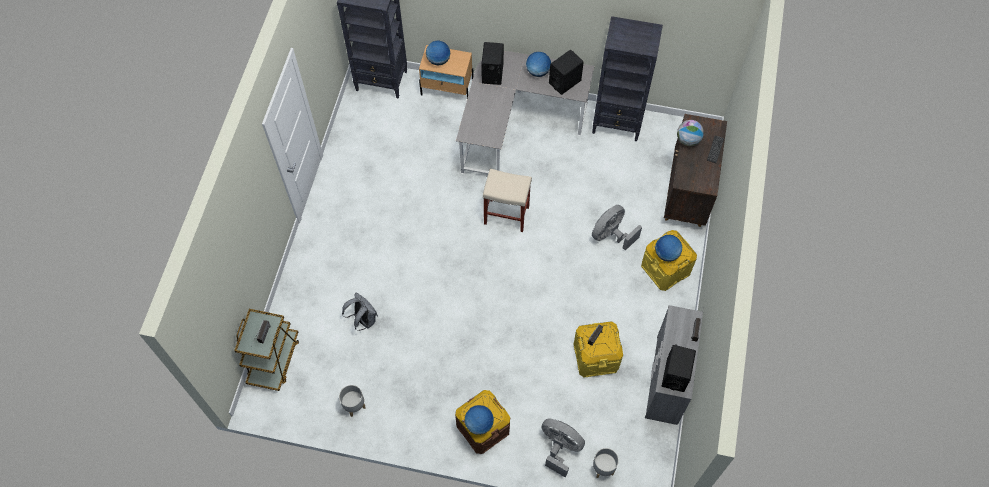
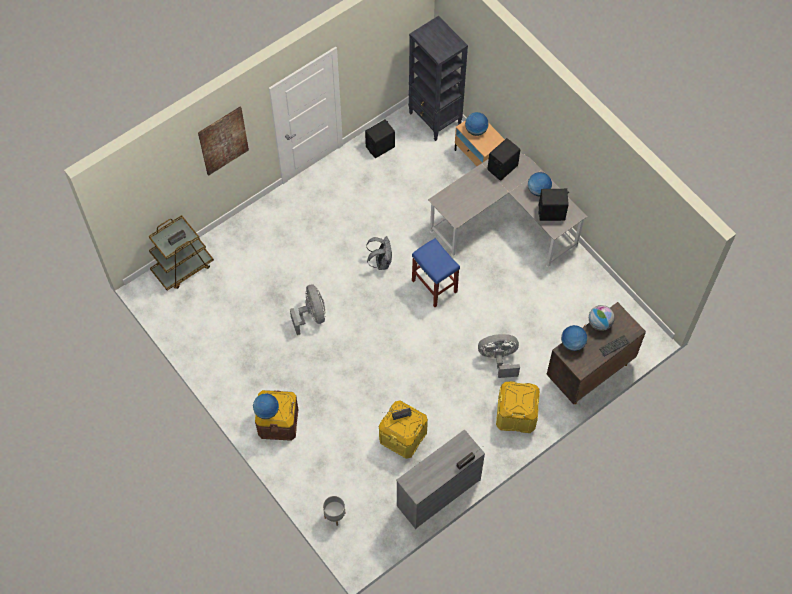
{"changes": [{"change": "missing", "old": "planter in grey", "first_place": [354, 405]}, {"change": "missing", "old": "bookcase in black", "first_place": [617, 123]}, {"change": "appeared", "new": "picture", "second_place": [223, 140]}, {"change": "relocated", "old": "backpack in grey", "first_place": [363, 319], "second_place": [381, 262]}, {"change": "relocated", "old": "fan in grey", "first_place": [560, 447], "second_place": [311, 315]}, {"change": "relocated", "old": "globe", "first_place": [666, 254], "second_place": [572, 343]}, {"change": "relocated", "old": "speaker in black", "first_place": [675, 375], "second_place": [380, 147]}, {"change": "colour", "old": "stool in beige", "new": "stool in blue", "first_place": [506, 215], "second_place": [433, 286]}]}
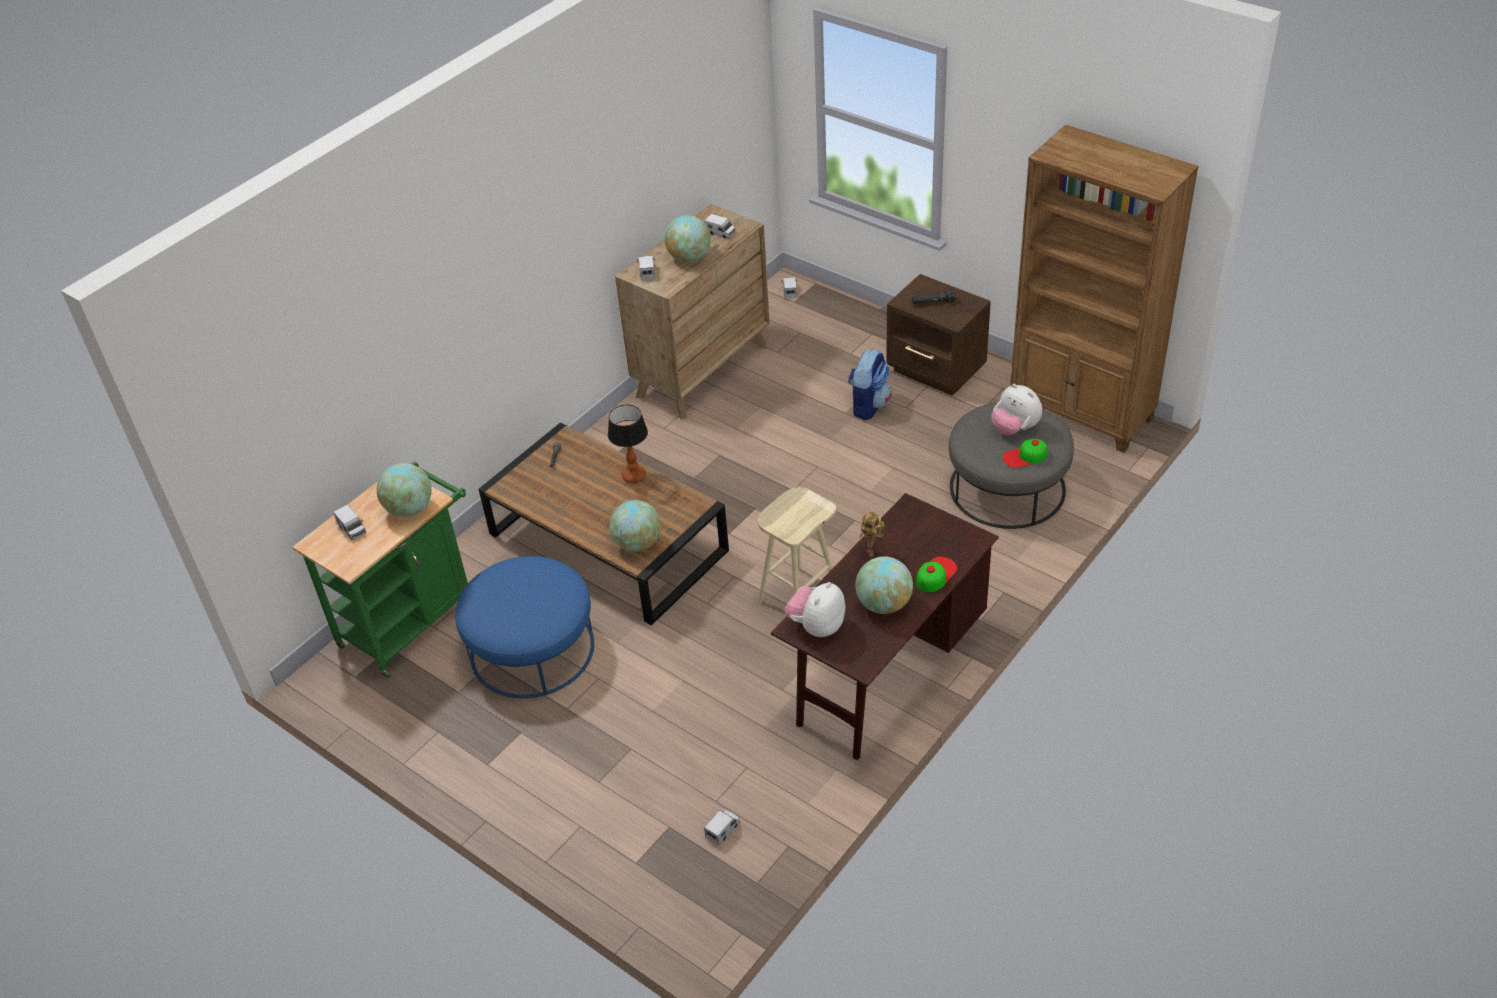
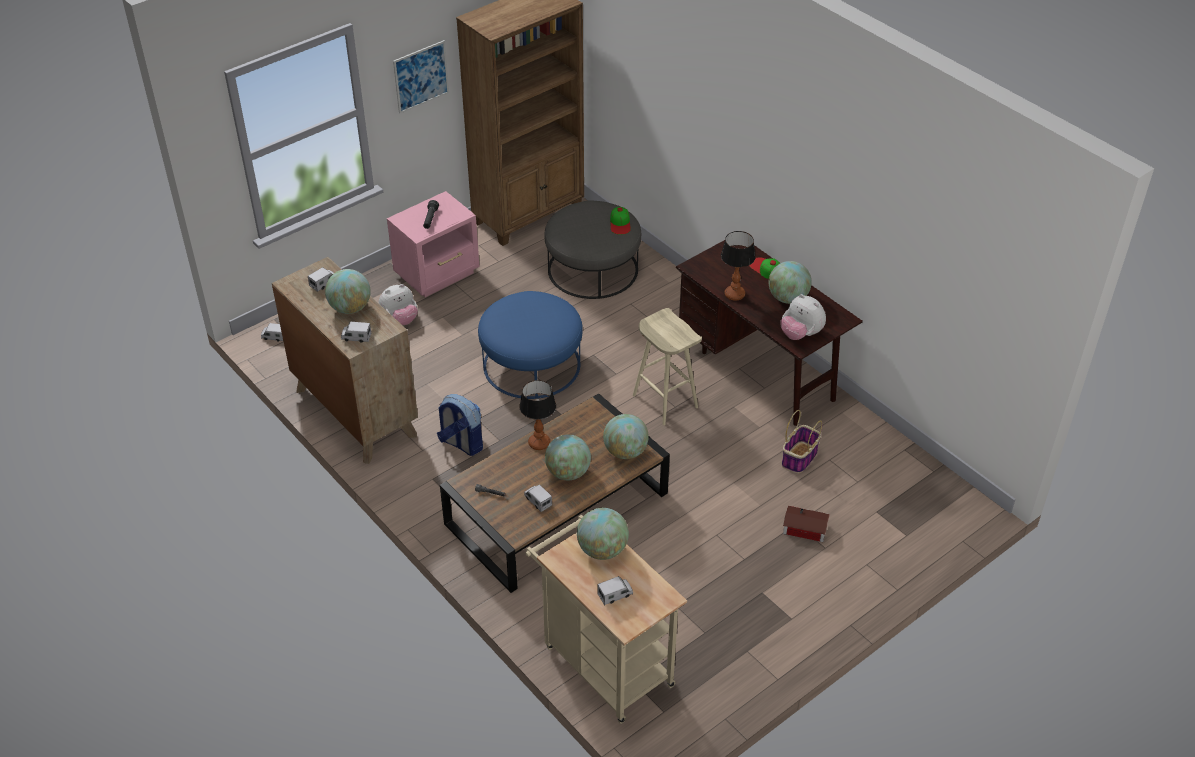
{"changes": [{"change": "appeared", "new": "picture", "second_place": [421, 76]}, {"change": "appeared", "new": "globe", "second_place": [568, 472]}, {"change": "appeared", "new": "basket", "second_place": [799, 458]}, {"change": "appeared", "new": "toy house", "second_place": [806, 530]}, {"change": "relocated", "old": "ottoman in blue", "first_place": [532, 649], "second_place": [532, 364]}, {"change": "relocated", "old": "toy truck", "first_place": [723, 830], "second_place": [538, 501]}, {"change": "relocated", "old": "backpack", "first_place": [868, 405], "second_place": [461, 444]}, {"change": "relocated", "old": "plush toy", "first_place": [1015, 428], "second_place": [400, 319]}, {"change": "exchanged", "old": "toy robot", "new": "table lamp", "first_place": [871, 553], "second_place": [734, 294]}, {"change": "colour", "old": "cart in green", "new": "cart in beige", "first_place": [412, 619], "second_place": [603, 661]}, {"change": "colour", "old": "nightstand in brown", "new": "nightstand in pink", "first_place": [936, 371], "second_place": [438, 274]}]}
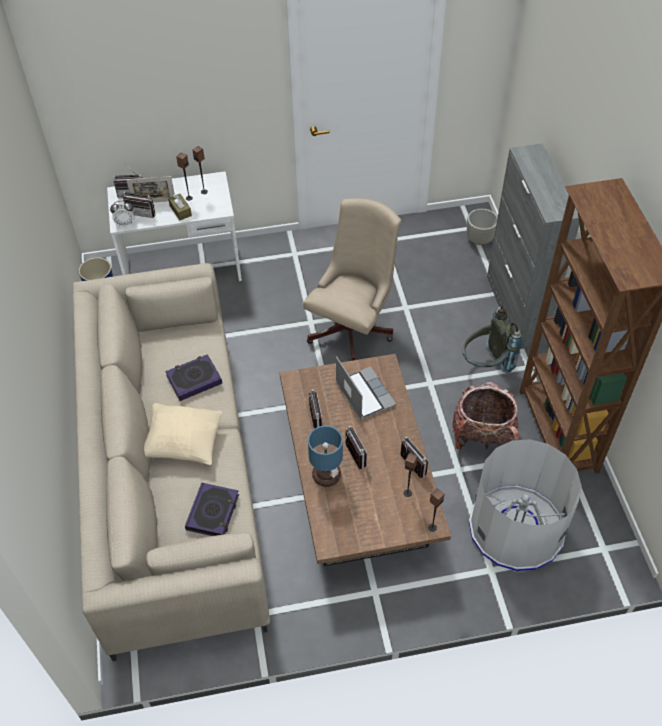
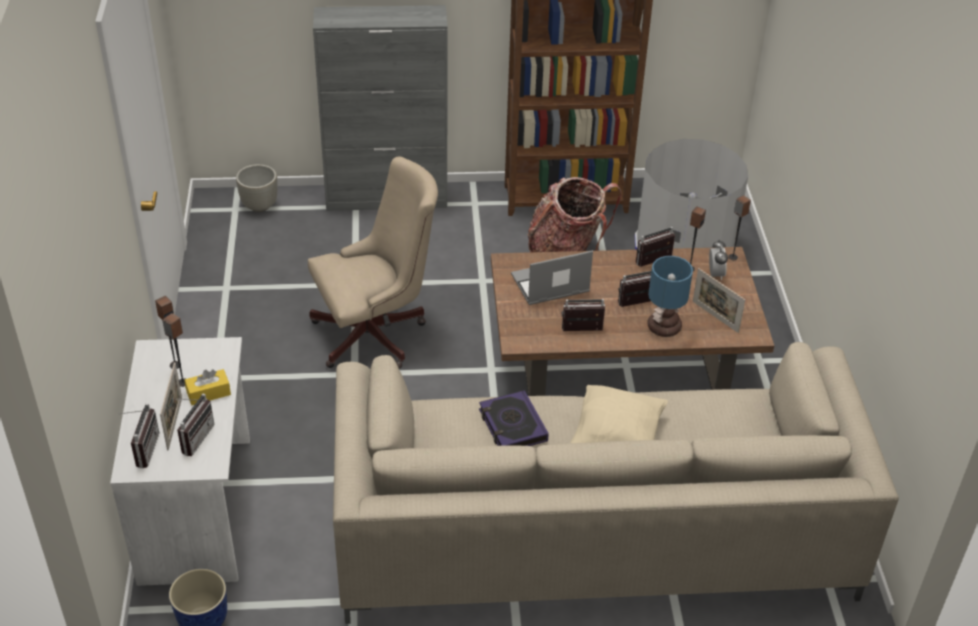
{"changes": [{"change": "missing", "old": "book", "first_place": [213, 512]}, {"change": "missing", "old": "backpack in grey", "first_place": [486, 365]}, {"change": "appeared", "new": "picture frame", "second_place": [715, 317]}, {"change": "relocated", "old": "alarm clock", "first_place": [125, 223], "second_place": [715, 274]}, {"change": "colour", "old": "tissue box in brown", "new": "tissue box in yellow", "first_place": [180, 211], "second_place": [208, 393]}, {"change": "spun", "old": "office chair in beige", "first_place": [353, 327], "second_place": [376, 334], "degrees": 120}]}
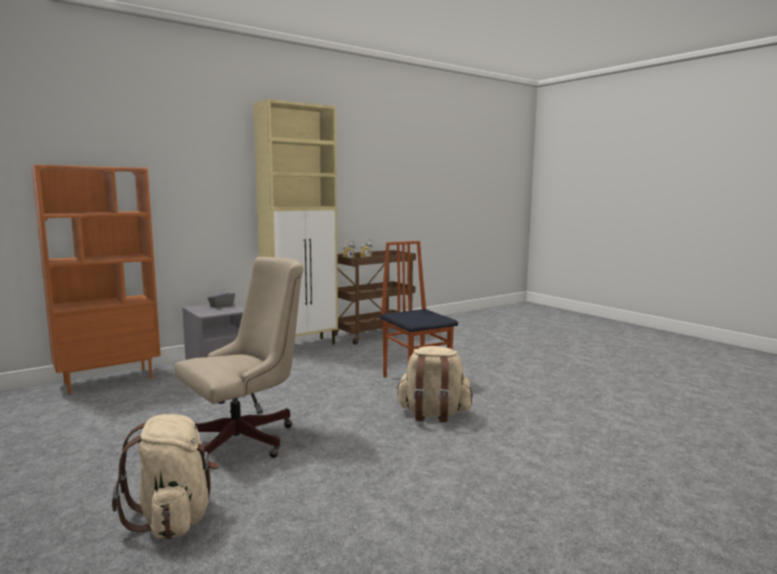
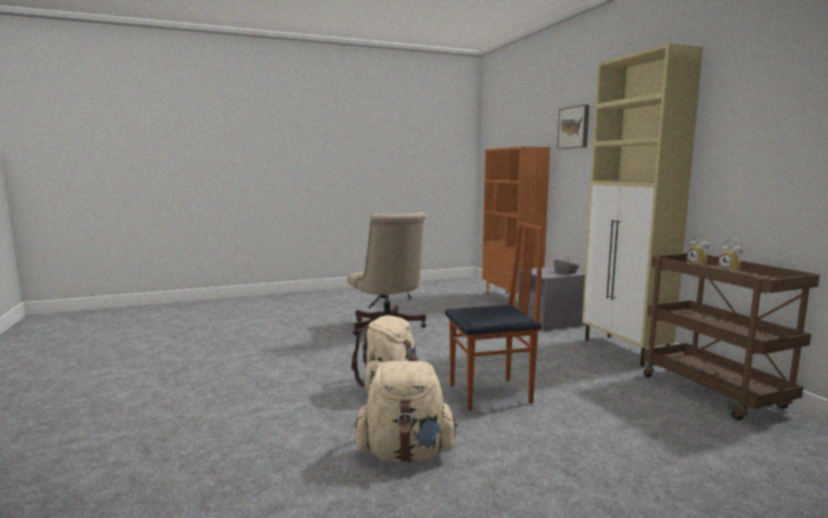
{"changes": [{"change": "appeared", "new": "picture", "second_place": [574, 127]}, {"change": "relocated", "old": "backpack in beige", "first_place": [174, 518], "second_place": [406, 453]}]}
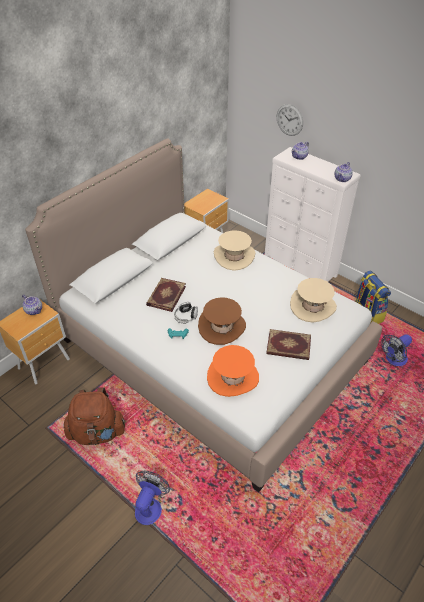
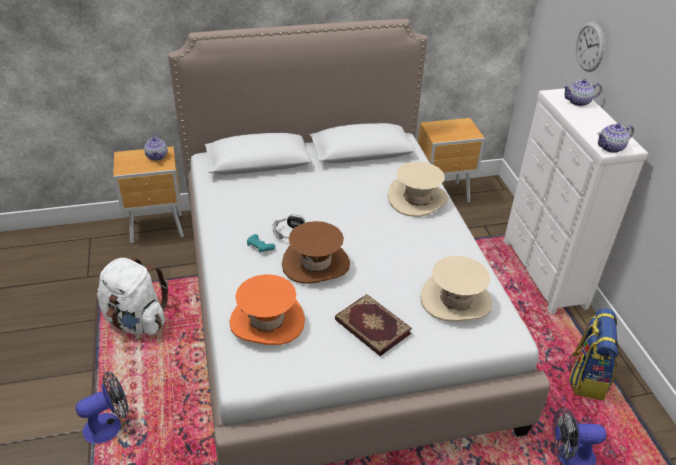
{"changes": [{"change": "missing", "old": "book", "first_place": [165, 295]}, {"change": "colour", "old": "backpack in brown", "new": "backpack in white", "first_place": [97, 433], "second_place": [136, 321]}]}
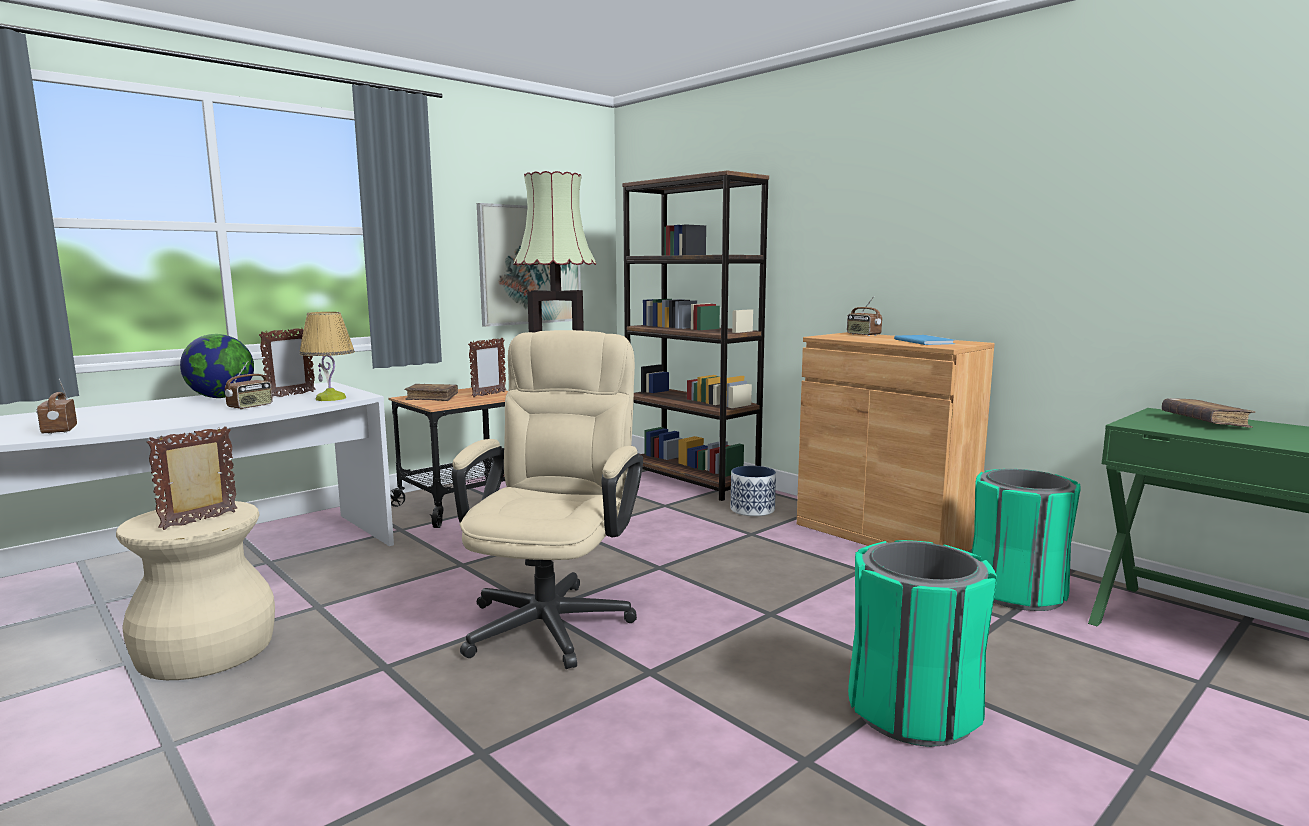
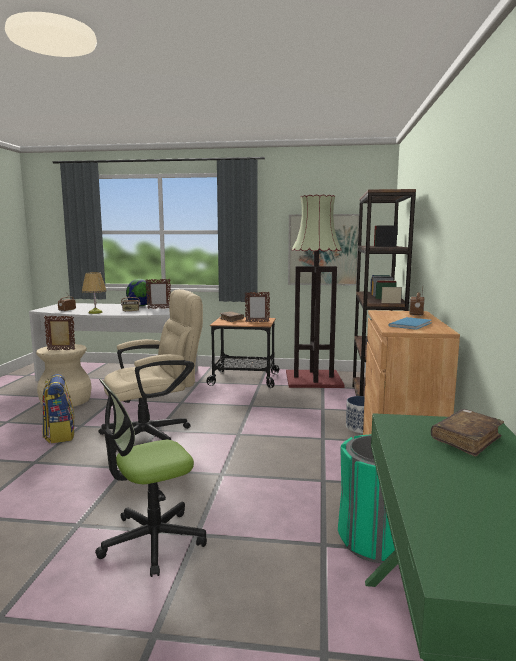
{"changes": [{"change": "appeared", "new": "backpack", "second_place": [59, 435]}, {"change": "relocated", "old": "table lamp", "first_place": [331, 398], "second_place": [95, 312]}, {"change": "exchanged", "old": "trash can in green", "new": "office chair", "first_place": [913, 711], "second_place": [152, 540]}]}
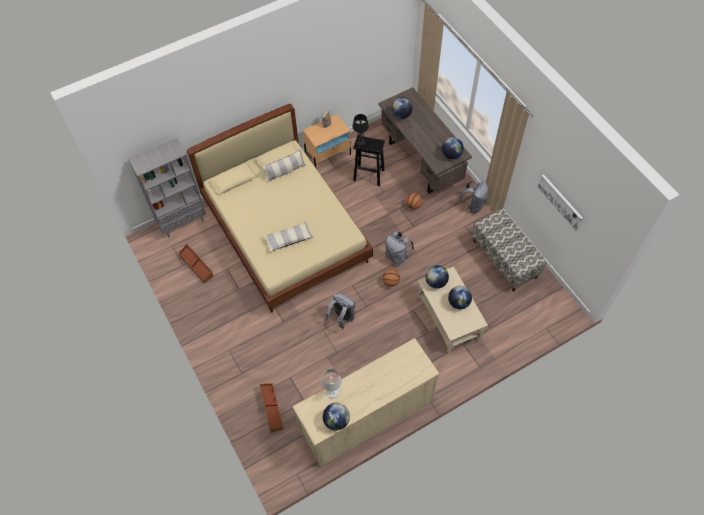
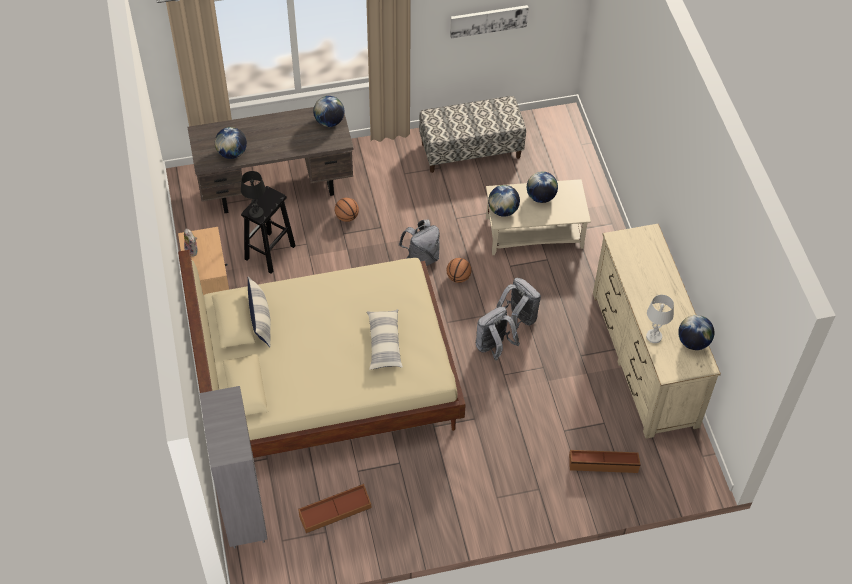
{"changes": [{"change": "relocated", "old": "backpack in grey", "first_place": [473, 205], "second_place": [518, 318]}]}
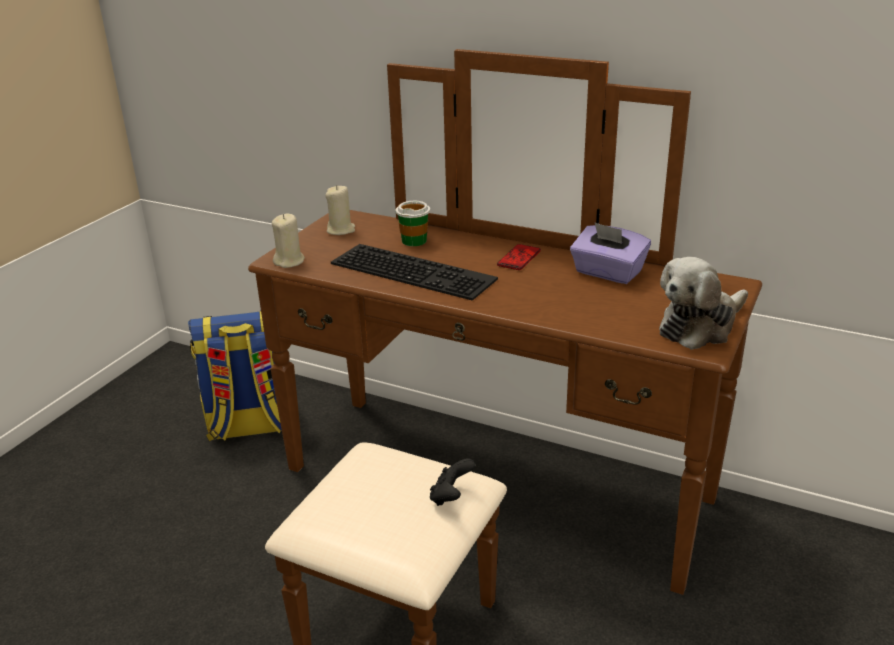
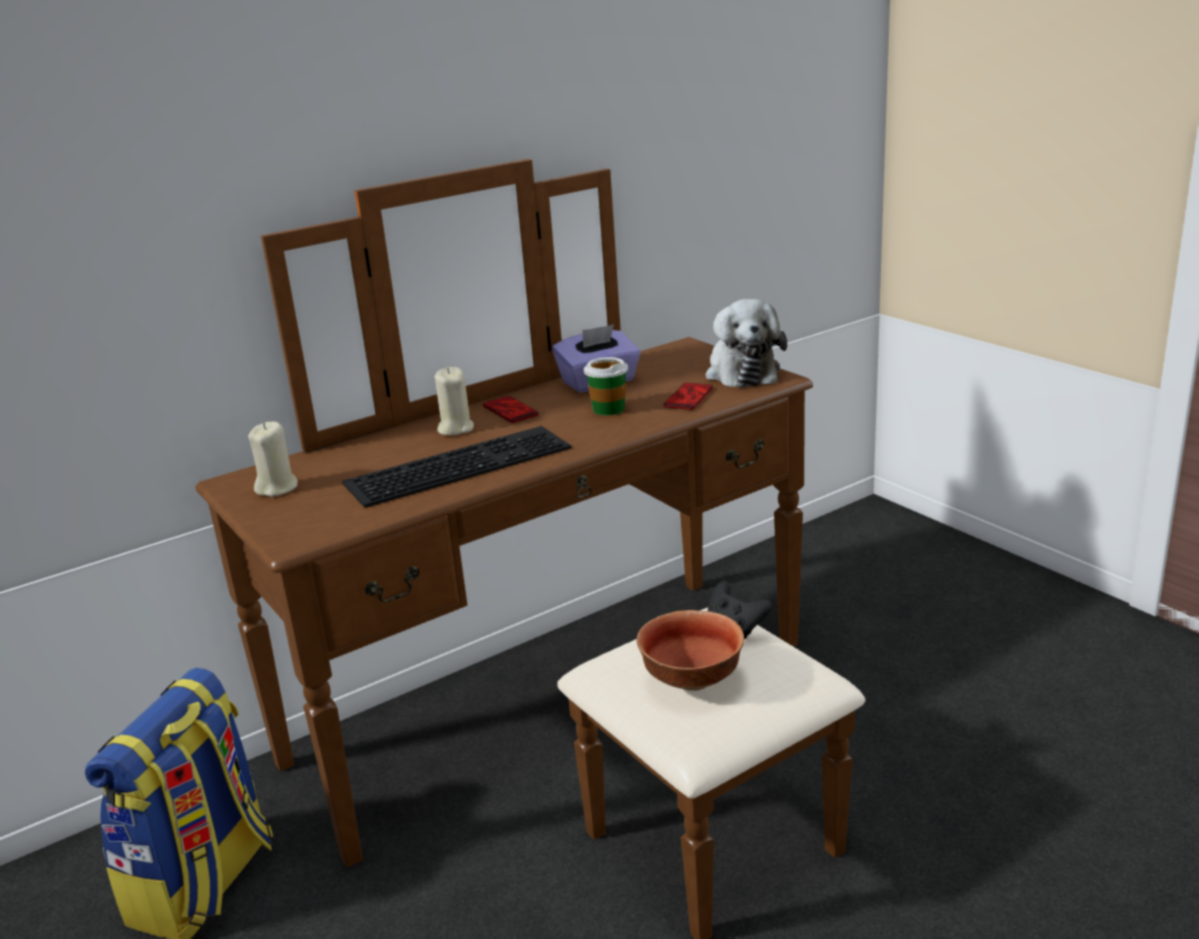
{"changes": [{"change": "appeared", "new": "bowl", "second_place": [690, 679]}, {"change": "appeared", "new": "phone", "second_place": [688, 397]}, {"change": "relocated", "old": "candle in beige", "first_place": [289, 261], "second_place": [455, 428]}, {"change": "relocated", "old": "cup", "first_place": [414, 241], "second_place": [608, 409]}]}
